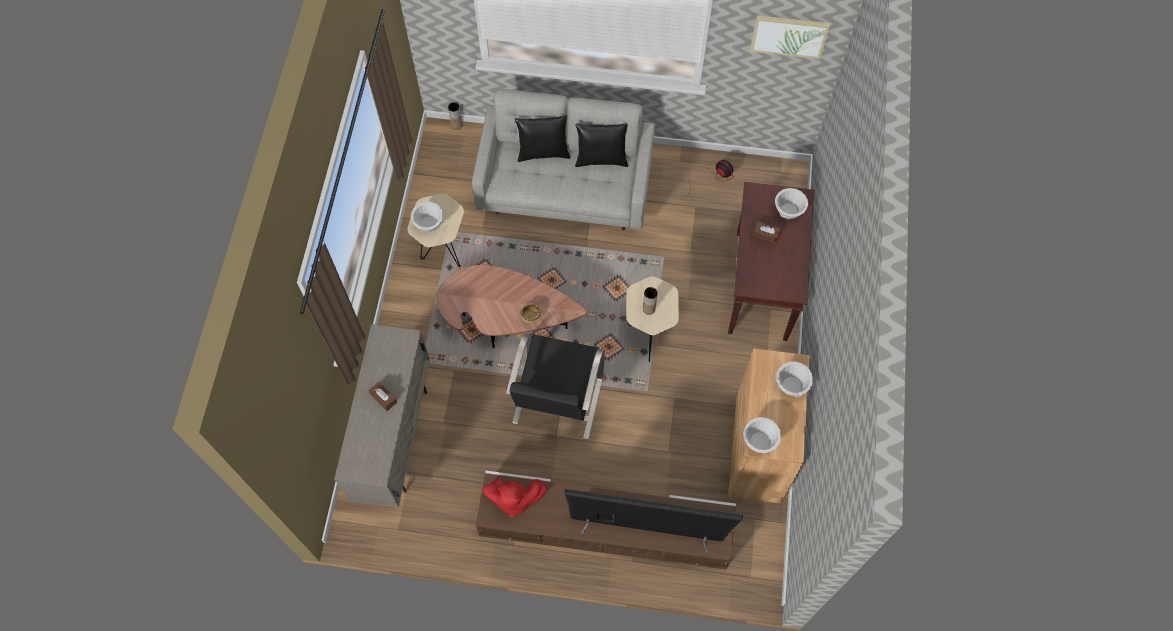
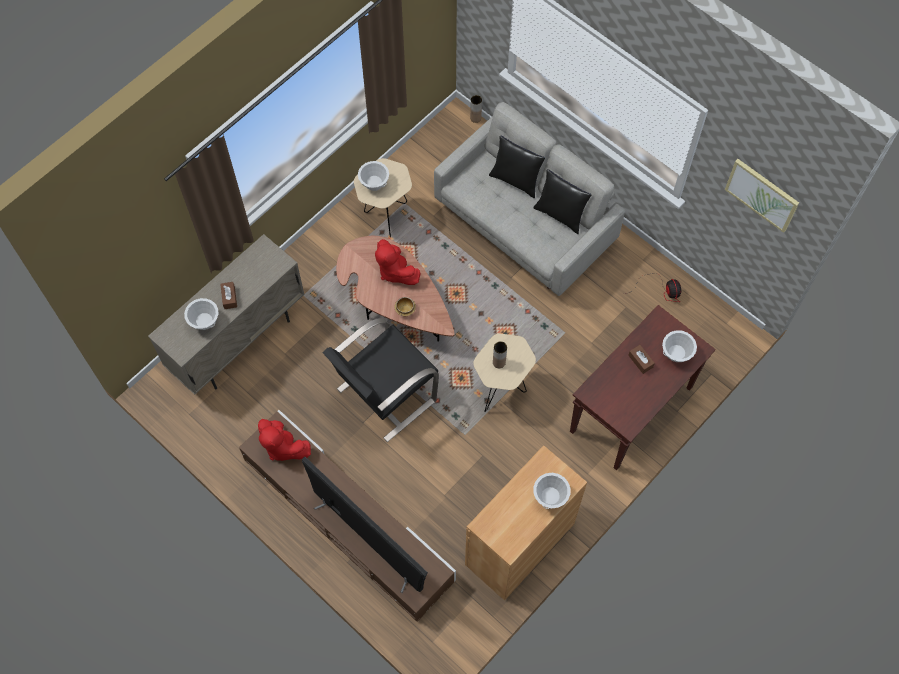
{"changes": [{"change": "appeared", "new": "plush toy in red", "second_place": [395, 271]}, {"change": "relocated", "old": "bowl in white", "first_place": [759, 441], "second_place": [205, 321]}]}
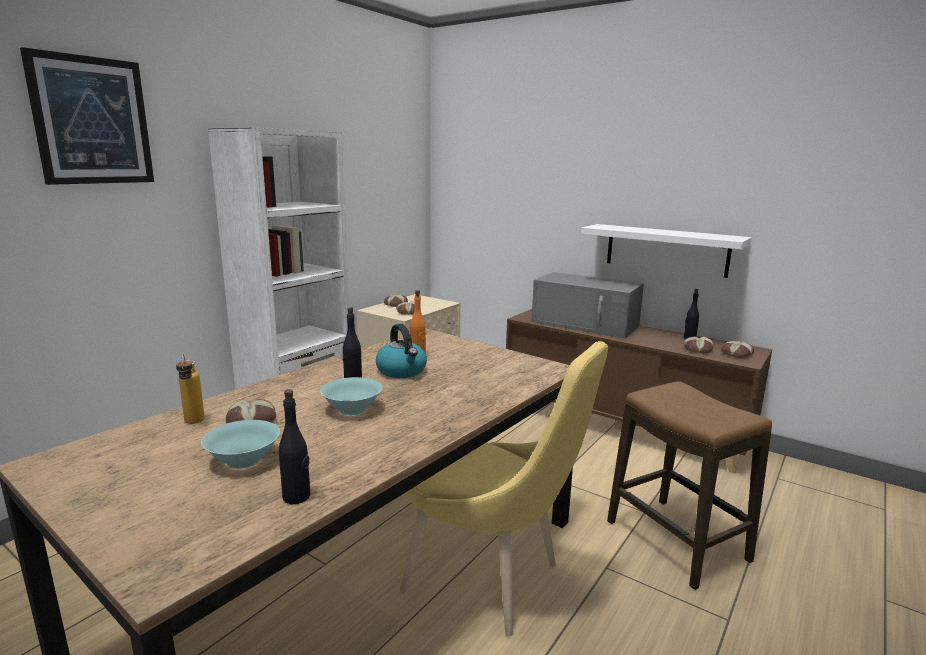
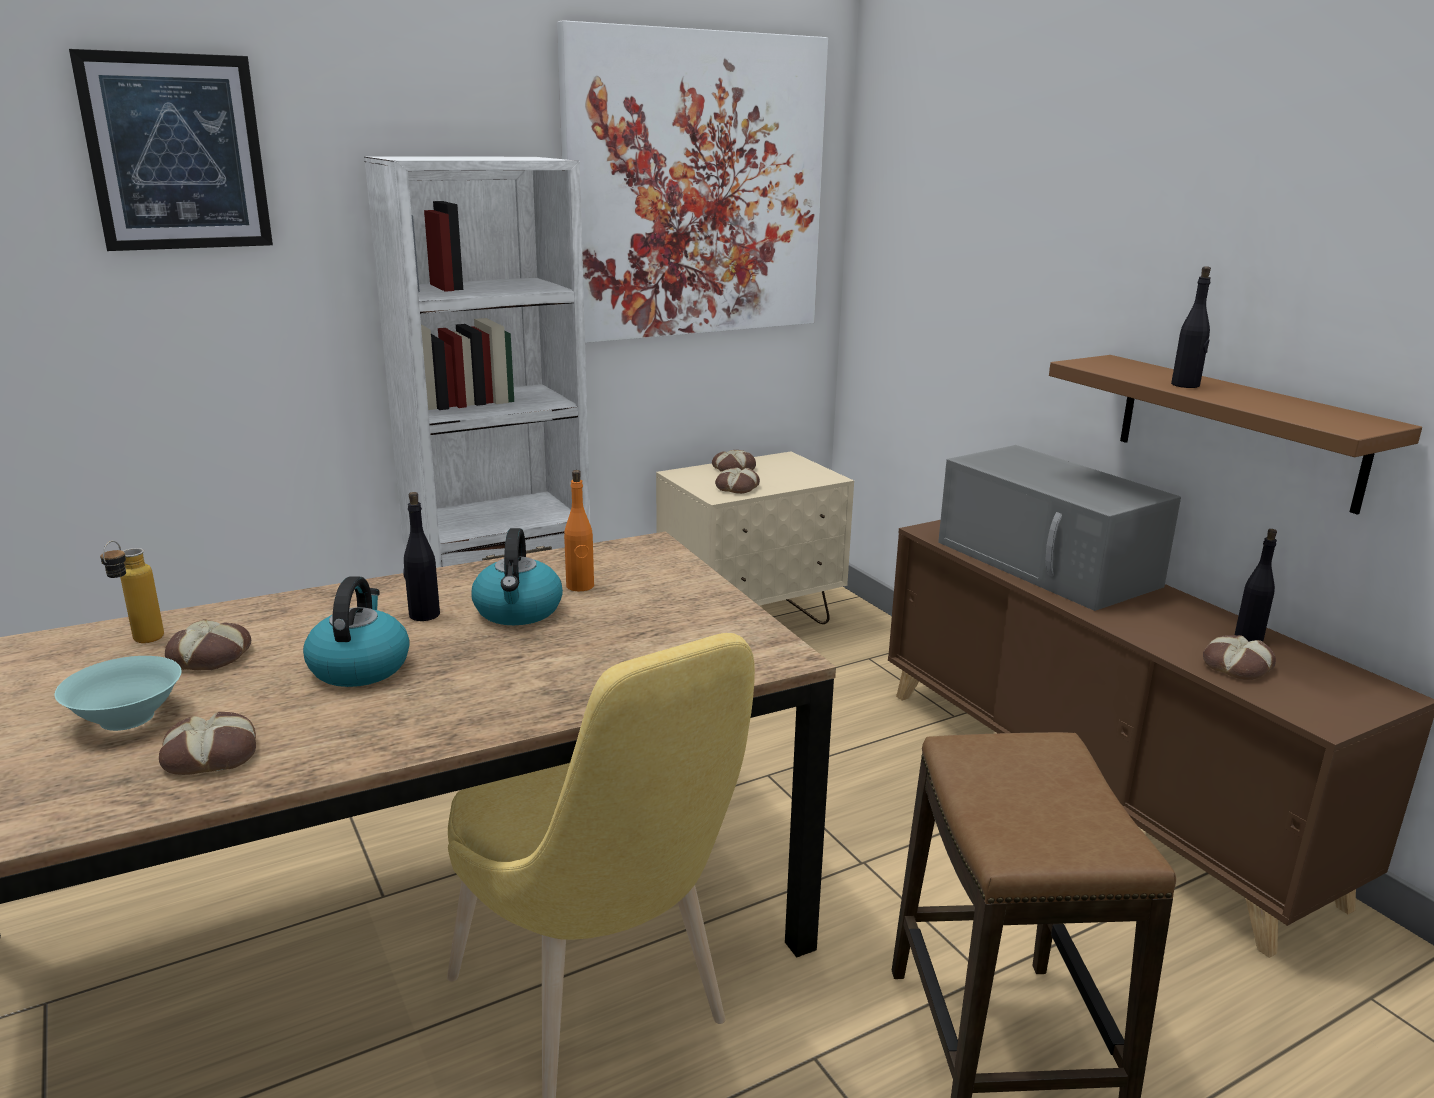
{"changes": [{"change": "appeared", "new": "picture", "second_place": [696, 187]}, {"change": "relocated", "old": "bottle in black", "first_place": [297, 497], "second_place": [1185, 385]}, {"change": "relocated", "old": "bread", "first_place": [736, 353], "second_place": [212, 754]}, {"change": "exchanged", "old": "bowl in turquoise", "new": "kettle", "first_place": [352, 409], "second_place": [359, 667]}, {"change": "colour", "old": "shelf in white", "new": "shelf in brown", "first_place": [666, 250], "second_place": [1237, 430]}]}
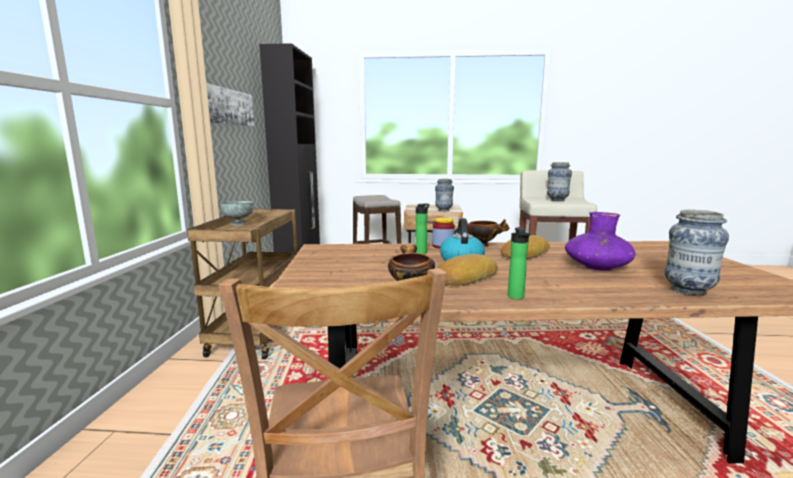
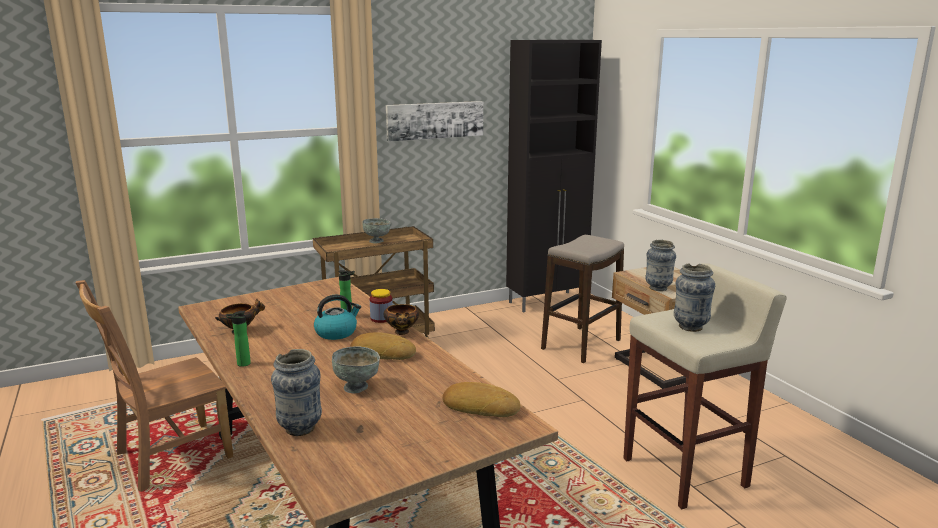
{"changes": [{"change": "relocated", "old": "bread", "first_place": [464, 277], "second_place": [480, 406]}, {"change": "exchanged", "old": "vase in purple", "new": "bowl in grey", "first_place": [597, 267], "second_place": [356, 387]}]}
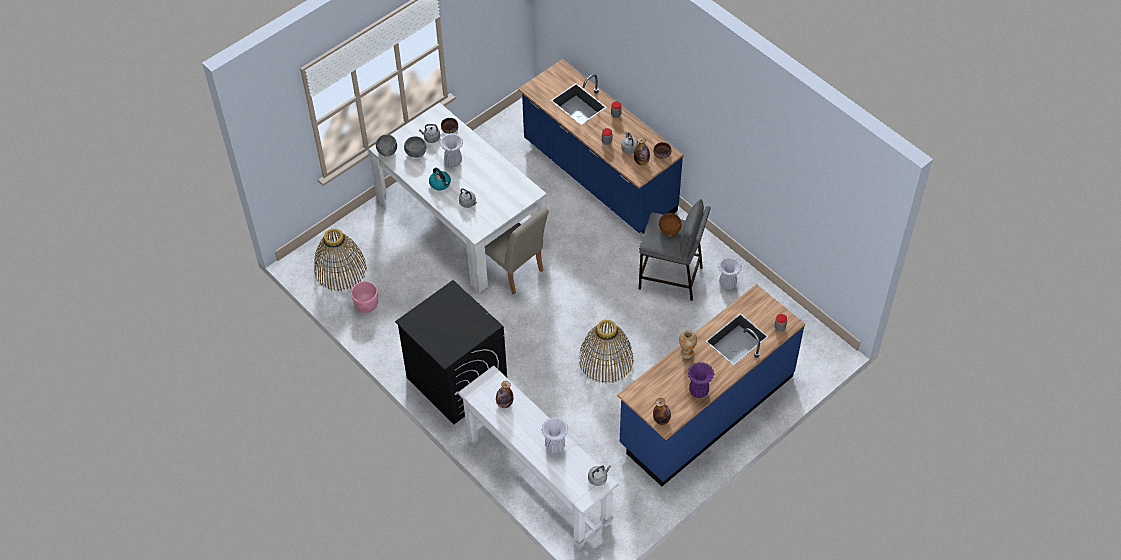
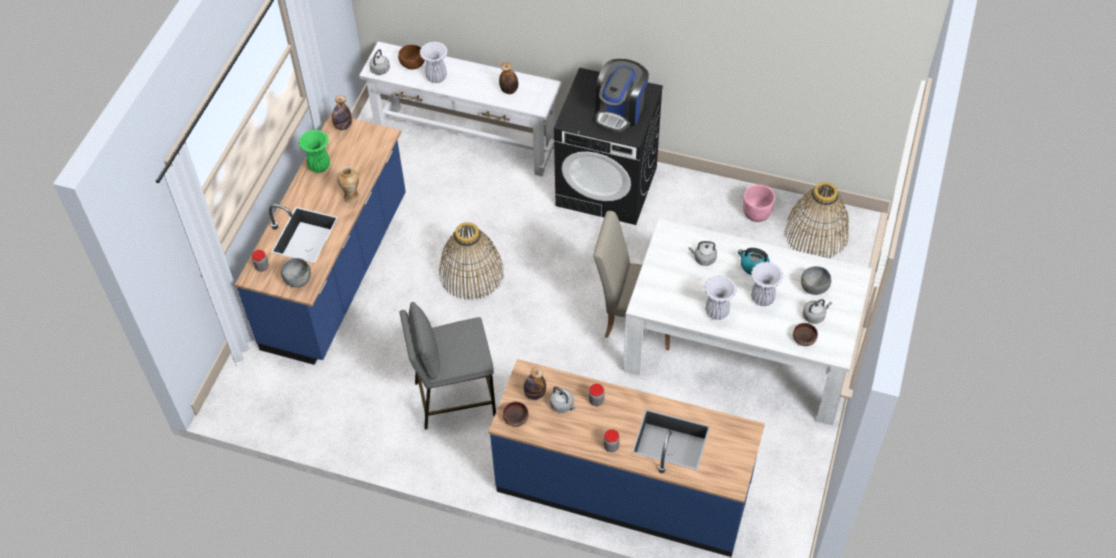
{"changes": [{"change": "appeared", "new": "coffee machine", "second_place": [620, 111]}, {"change": "relocated", "old": "bowl in grey", "first_place": [387, 152], "second_place": [298, 280]}, {"change": "relocated", "old": "bowl in brown", "first_place": [669, 230], "second_place": [413, 65]}, {"change": "relocated", "old": "vase in white", "first_place": [727, 284], "second_place": [717, 312]}, {"change": "colour", "old": "vase in purple", "new": "vase in green", "first_place": [699, 391], "second_place": [319, 167]}]}
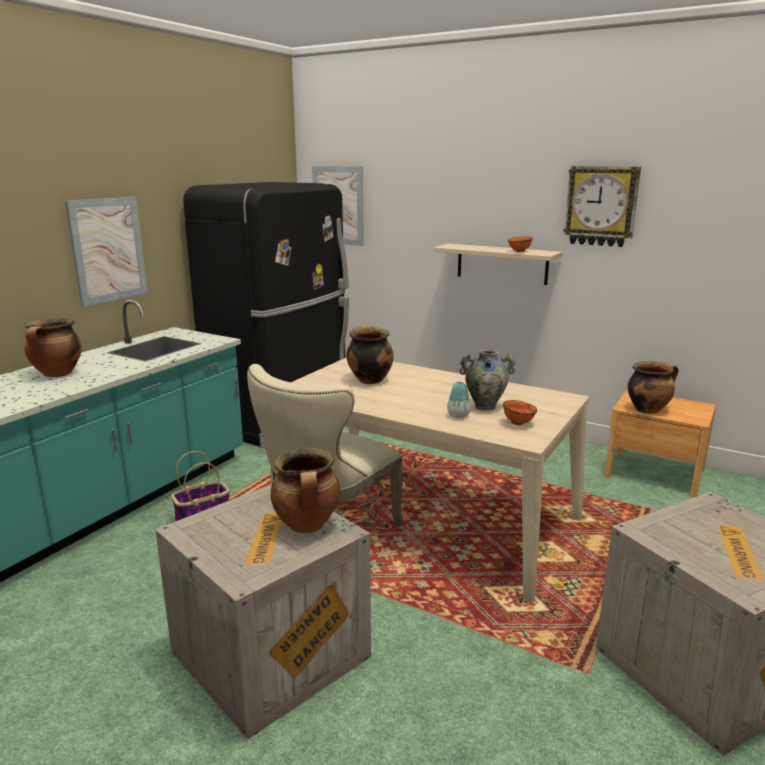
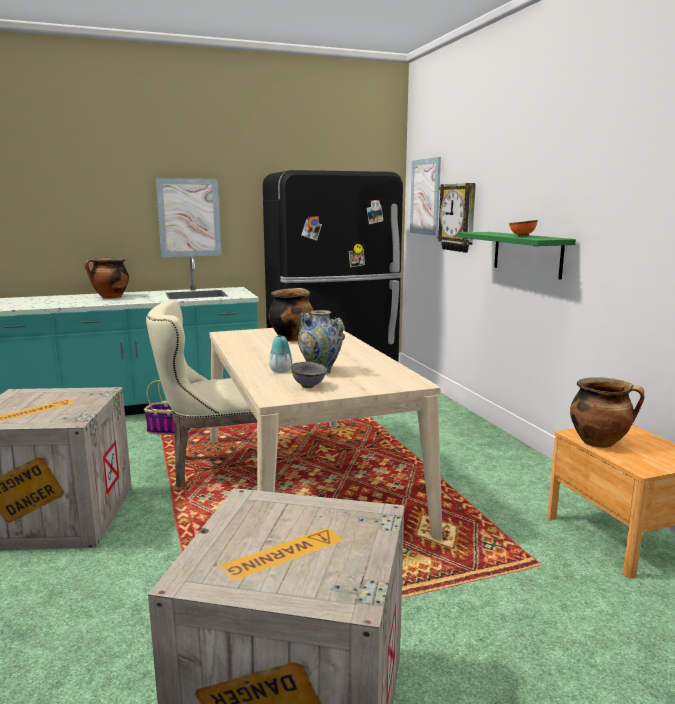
{"changes": [{"change": "missing", "old": "cooking pot", "first_place": [307, 526]}, {"change": "relocated", "old": "wall clock", "first_place": [601, 206], "second_place": [458, 217]}, {"change": "colour", "old": "shelf in beige", "new": "shelf in green", "first_place": [502, 264], "second_place": [527, 254]}, {"change": "colour", "old": "bowl in orange", "new": "bowl in grey", "first_place": [518, 423], "second_place": [309, 386]}]}
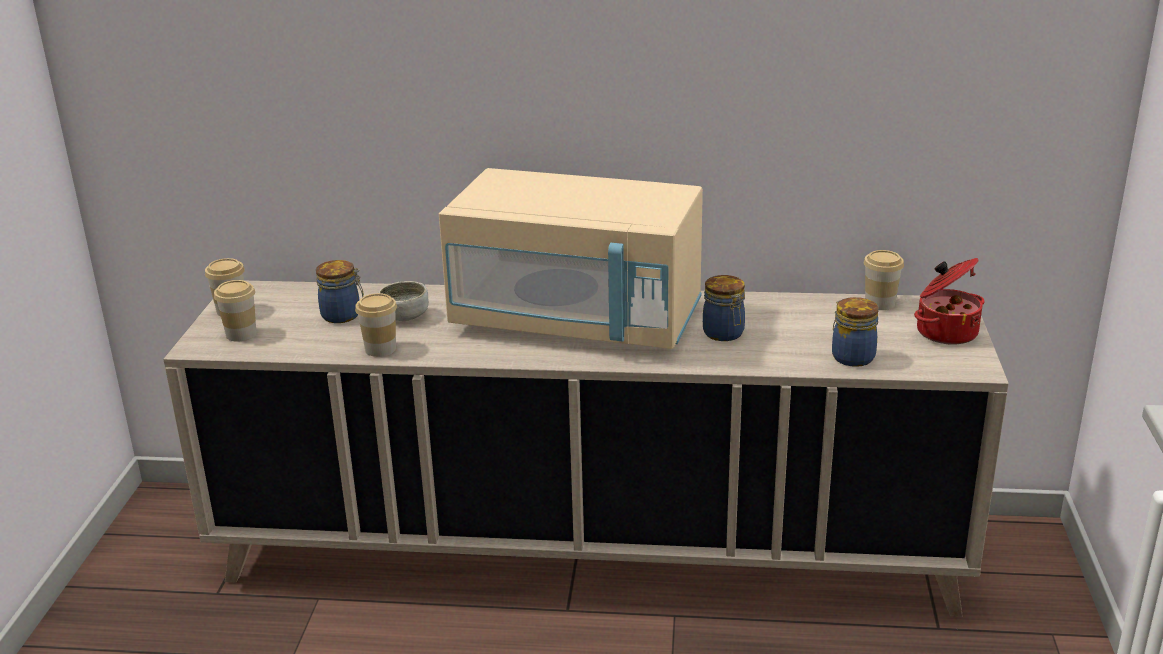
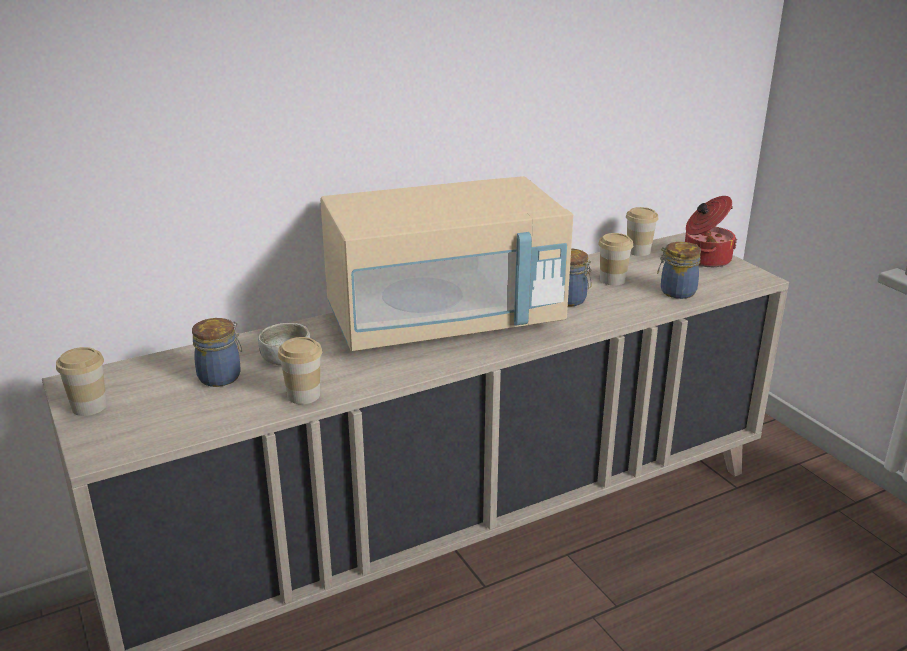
{"changes": [{"change": "relocated", "old": "cup", "first_place": [241, 334], "second_place": [612, 280]}]}
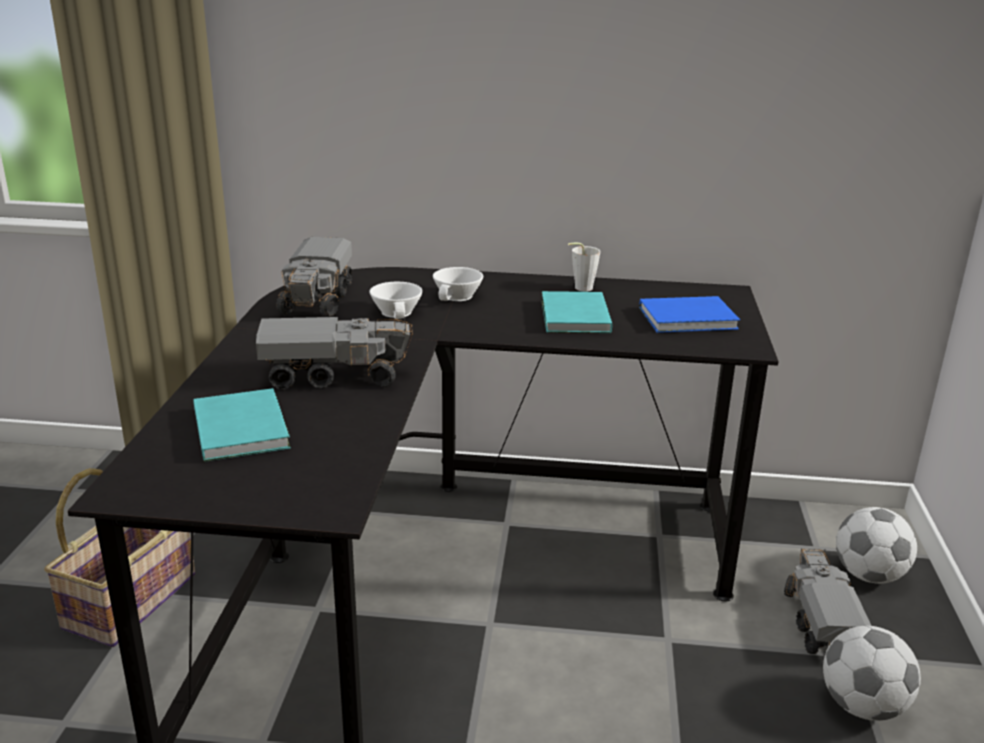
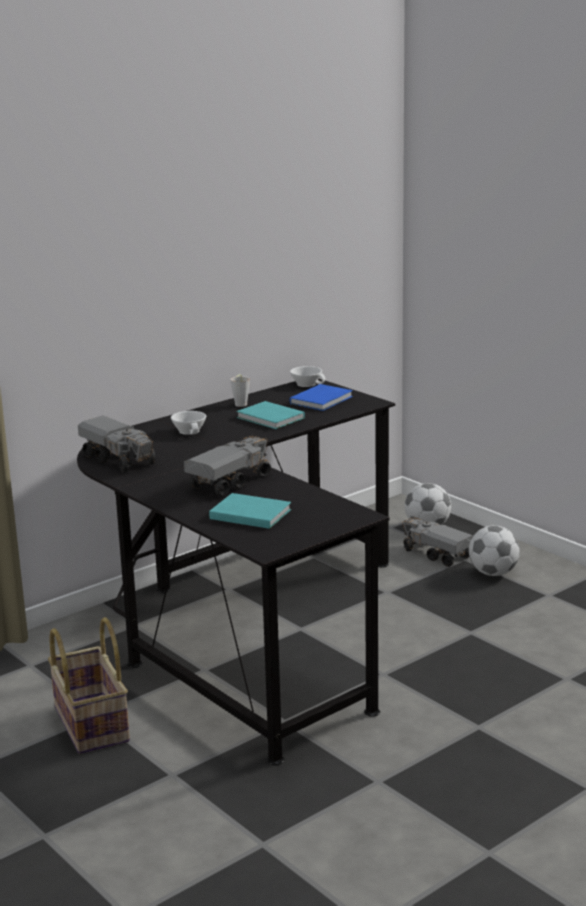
{"changes": [{"change": "relocated", "old": "cup in white", "first_place": [398, 312], "second_place": [308, 384]}]}
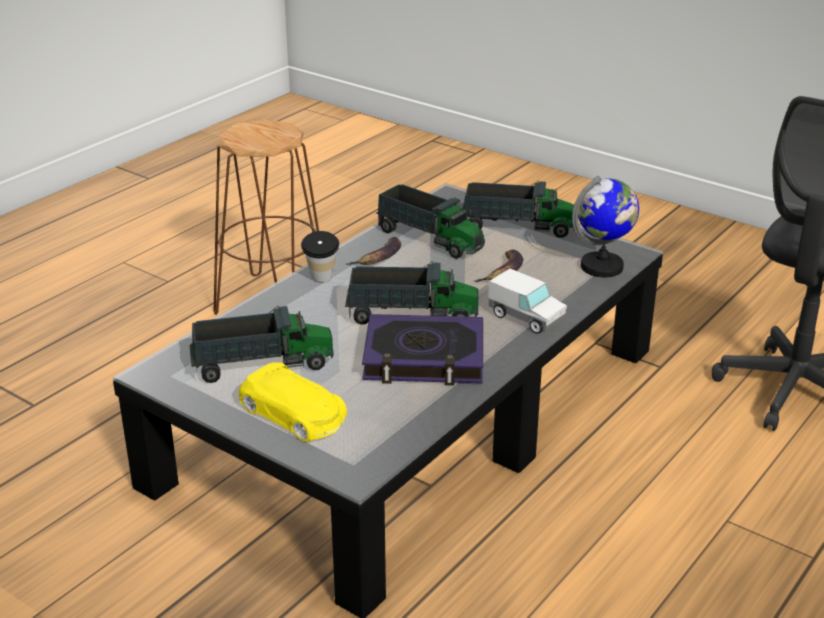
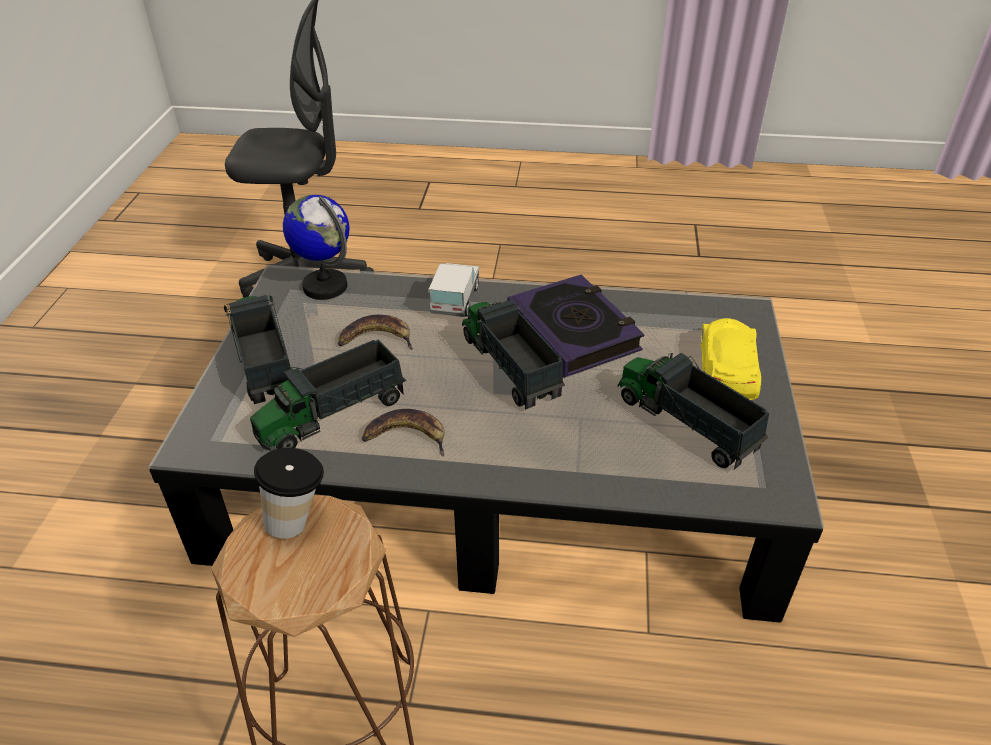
{"changes": [{"change": "relocated", "old": "cup", "first_place": [321, 281], "second_place": [299, 521]}, {"change": "spun", "old": "toy truck", "first_place": [430, 239], "second_place": [332, 415], "degrees": -135}]}
